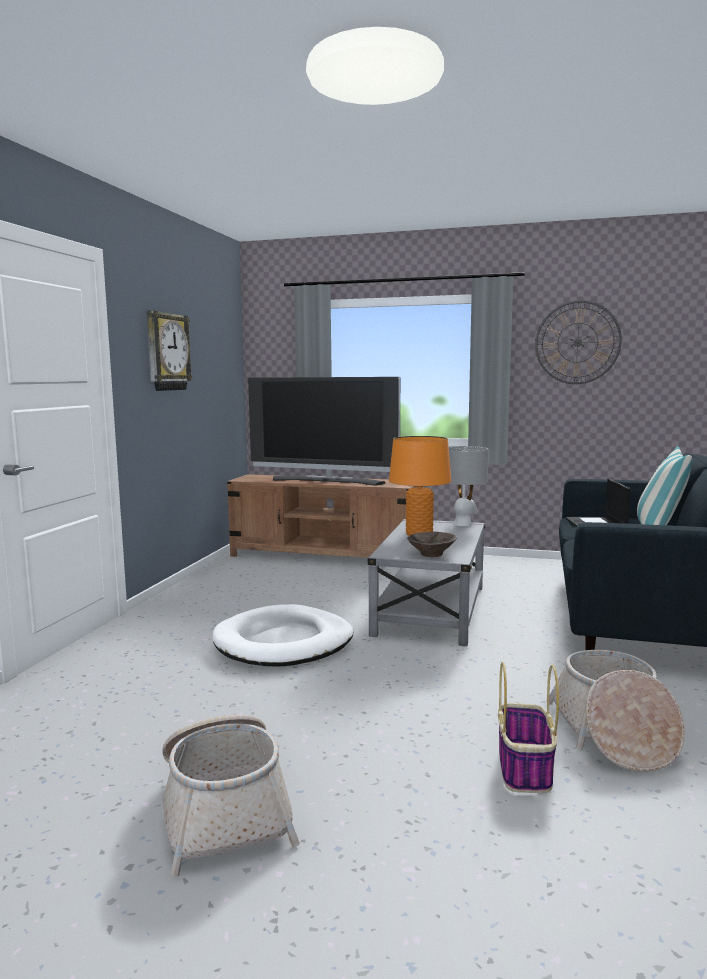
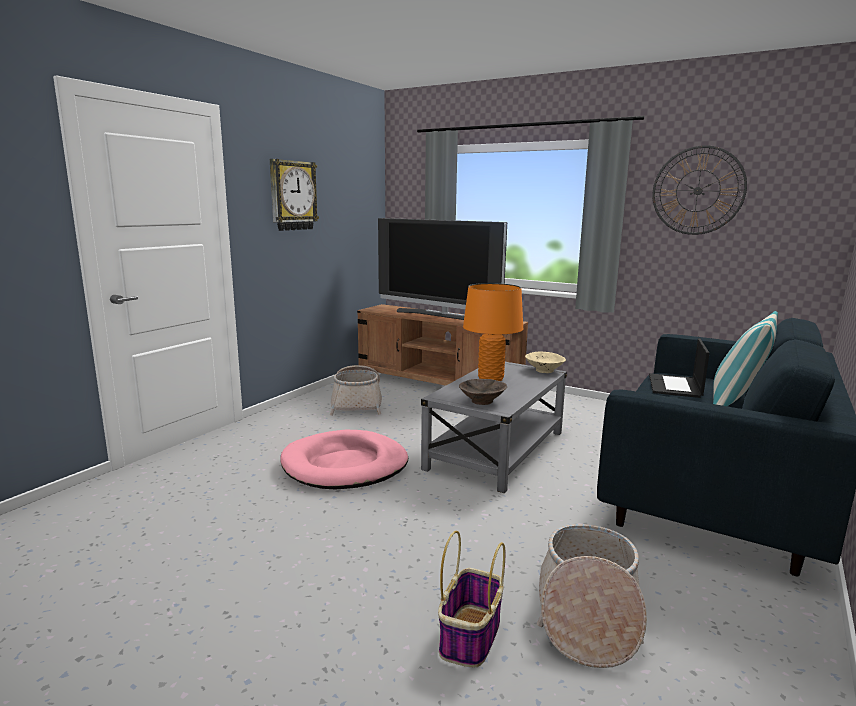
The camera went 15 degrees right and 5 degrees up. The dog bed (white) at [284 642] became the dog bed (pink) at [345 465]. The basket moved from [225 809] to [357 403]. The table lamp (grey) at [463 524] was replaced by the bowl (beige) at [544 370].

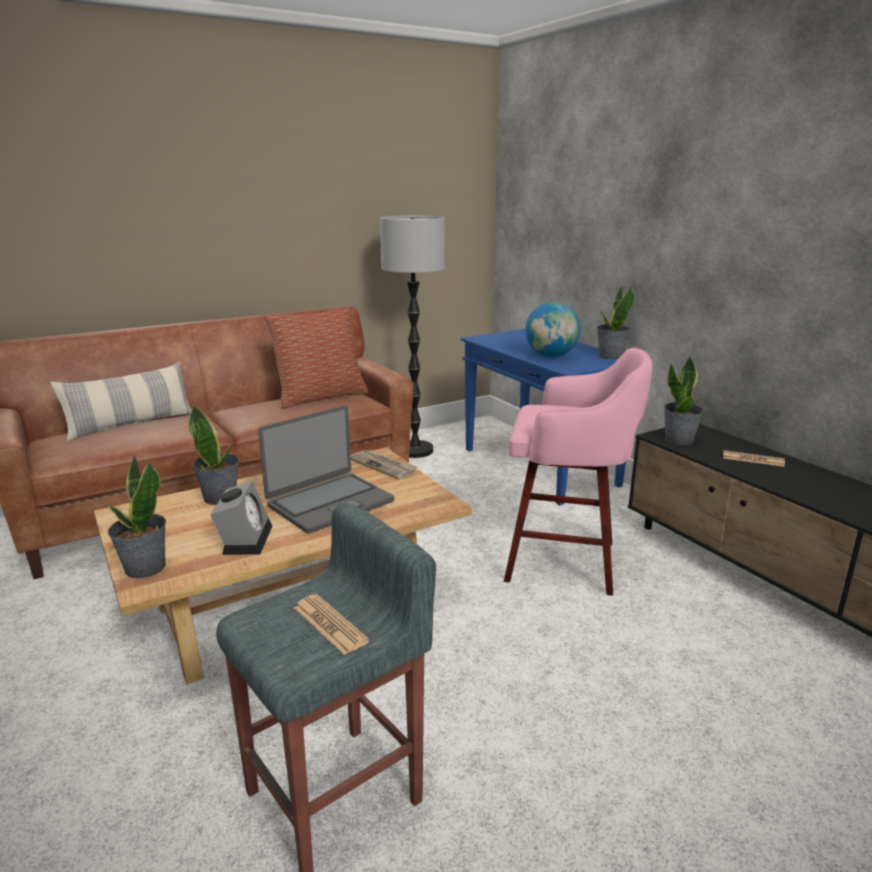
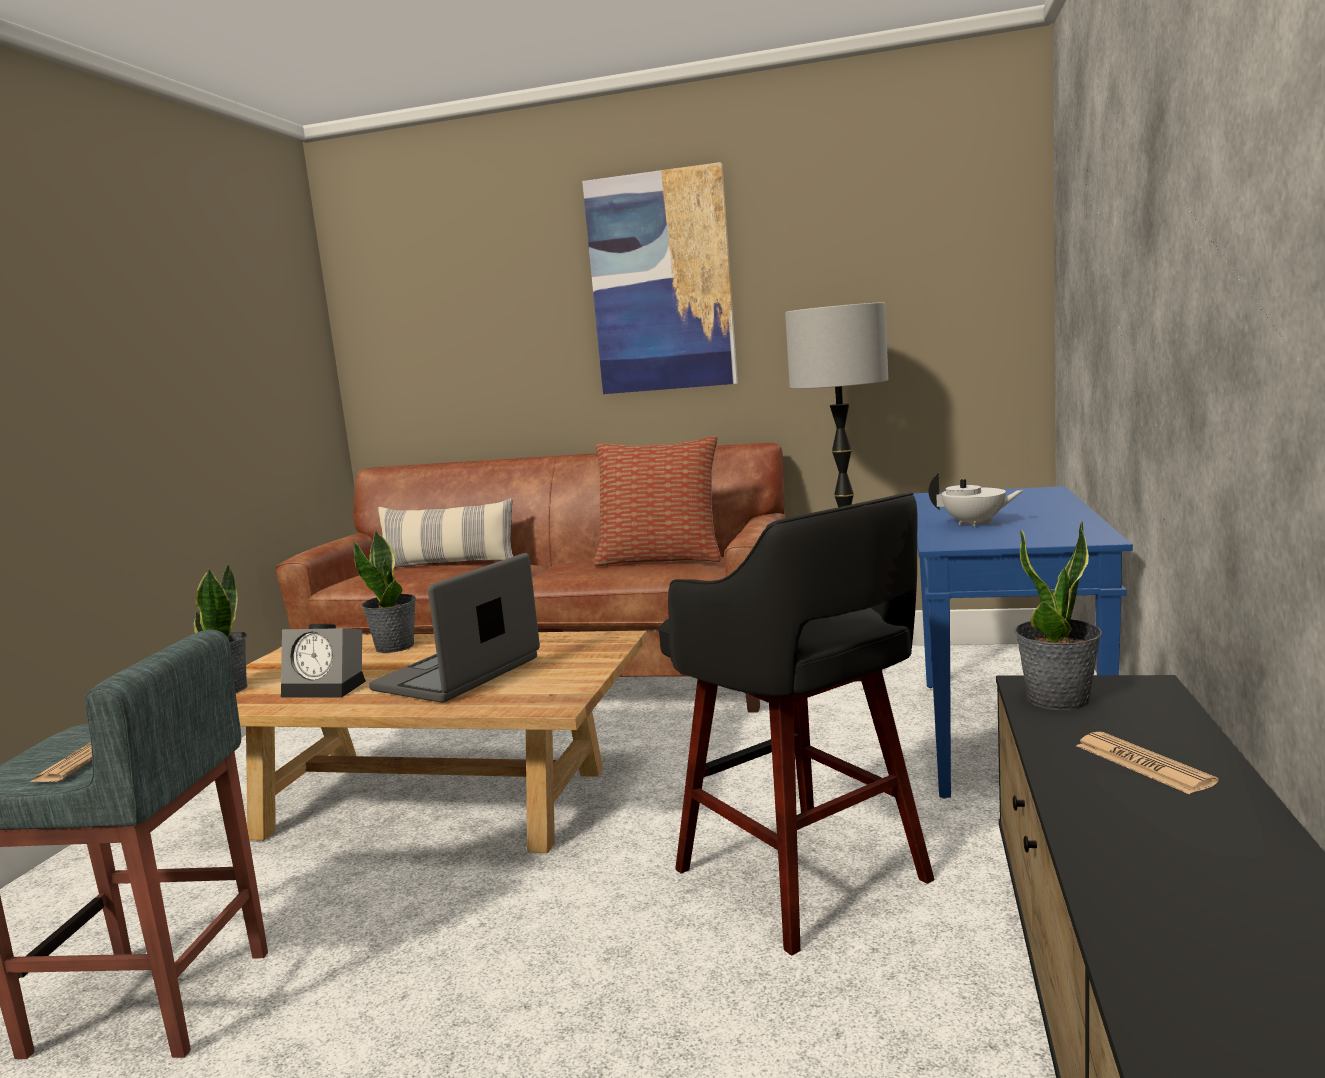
The camera went 45 degrees right and 10 degrees down. The alarm clock at [245 539] turned 60 degrees clockwise. The laptop at [329 503] turned 120 degrees clockwise. The picture at [661 283] appeared. The stool (pink) at [565 562] became the stool (black) at [806 879]. The globe at [551 356] was replaced by the teapot (white) at [975 524]. The newspaper at [383 466] disappeared. The potted plant at [610 356] disappeared.

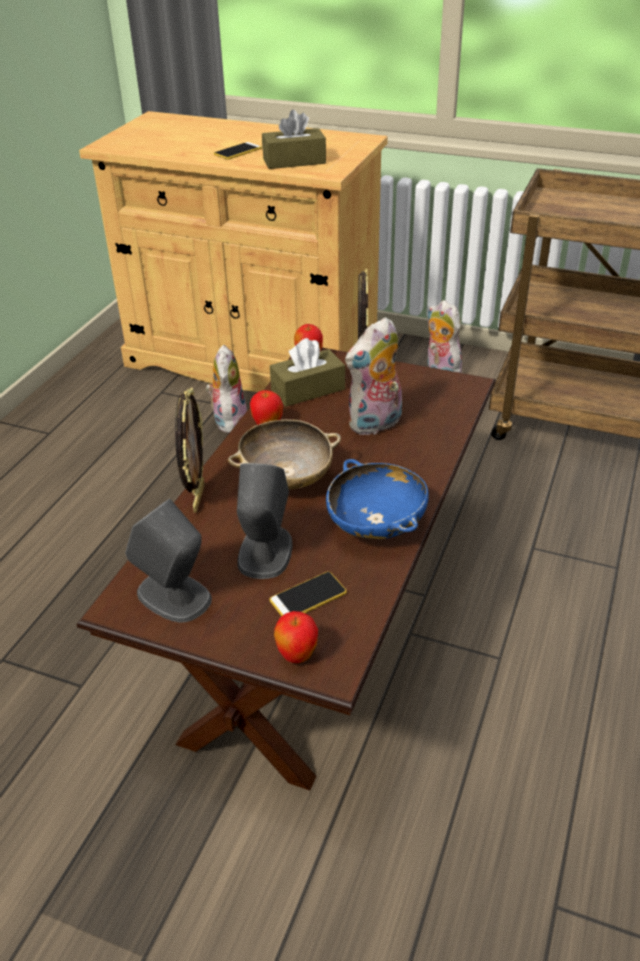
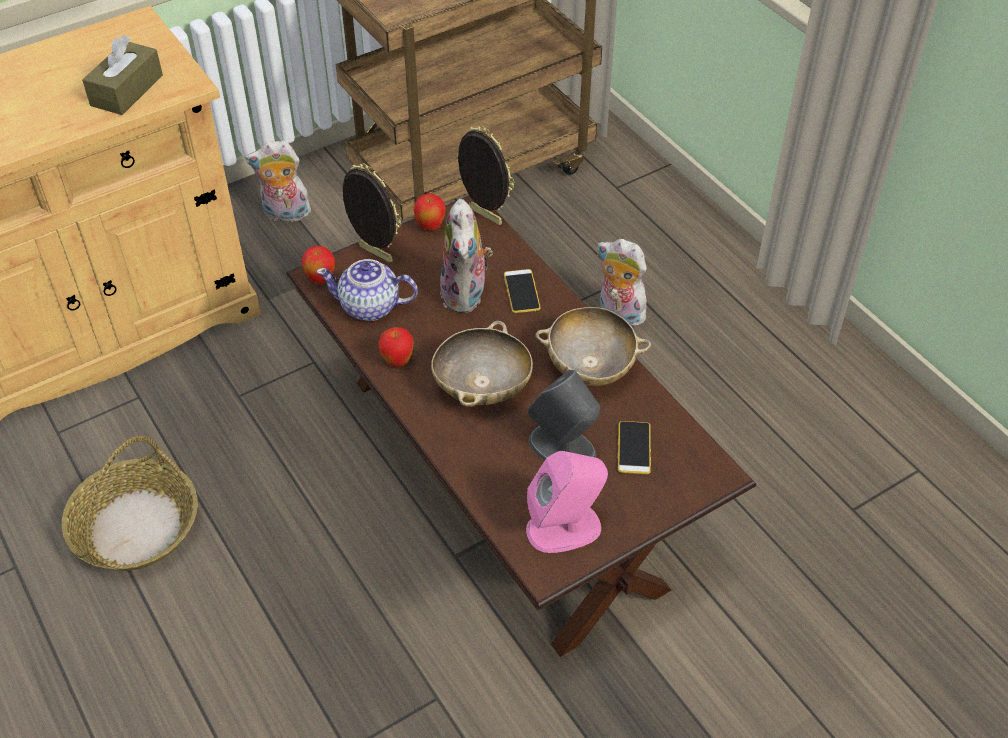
The camera went 55 degrees left and 10 degrees up. The basket at [136 526] appeared. The tissue box (brown) at [308 389] was replaced by the teapot at [370 307]. The apple moved from [297 656] to [430 227]. The picture frame moved from [197 498] to [484 217]. The phone moved from [237 151] to [521 292]. The speaker (grey) at [175 596] became the speaker (pink) at [564 528]. The bowl (blue) at [376 524] became the bowl (beige) at [590 366]. The plush toy moved from [228 420] to [618 314].

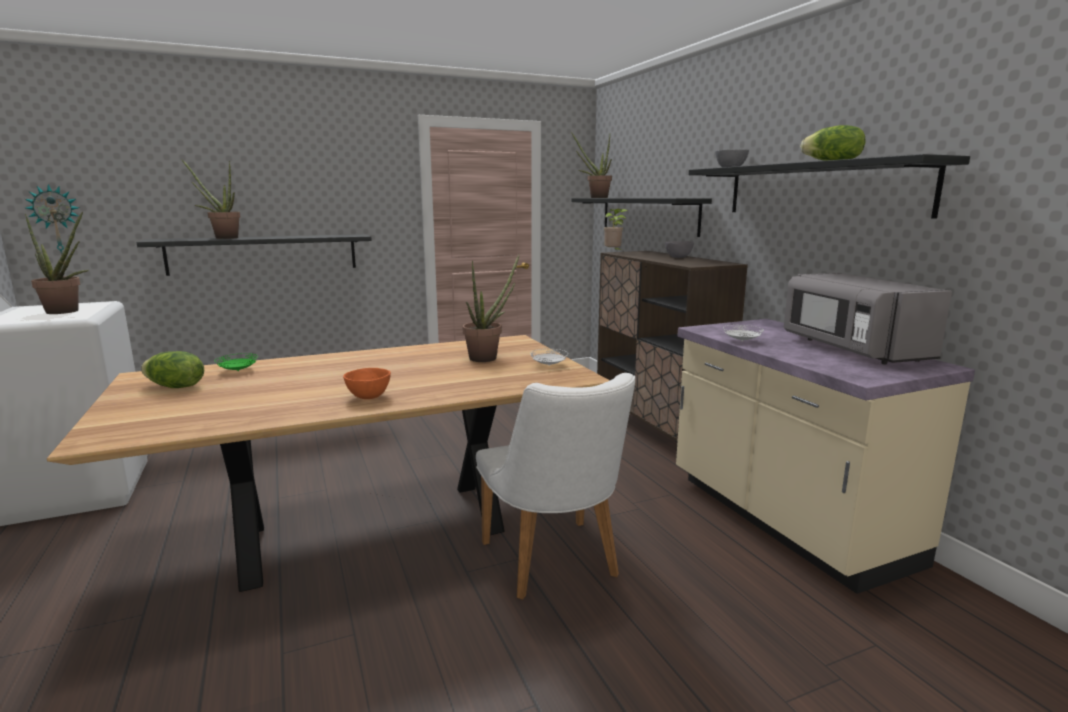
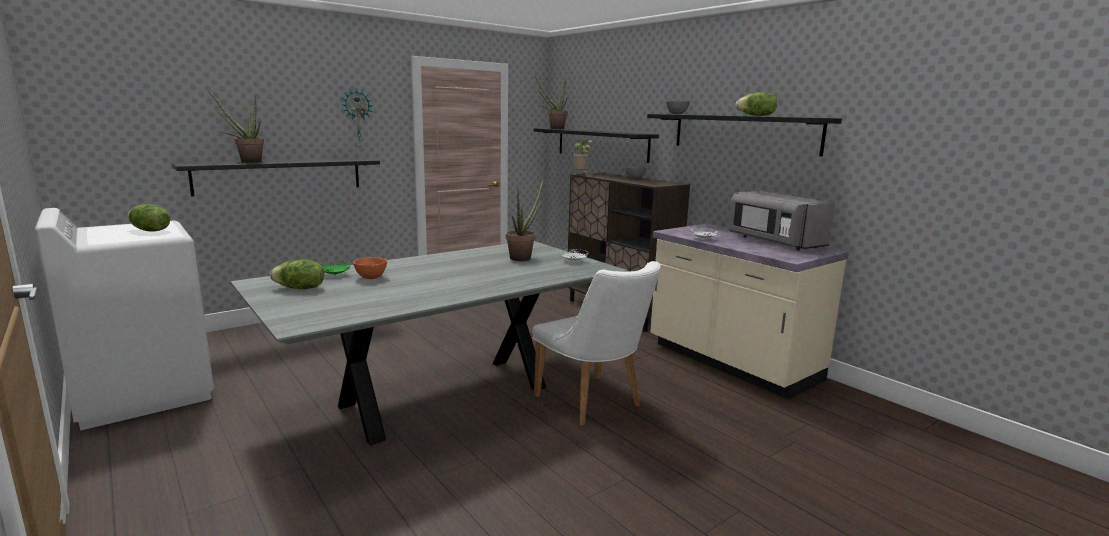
The camera went 15 degrees left and 0 degrees up. The potted plant at [67 312] was replaced by the lettuce at [149 231]. The dining table (brown) at [372 531] became the dining table (grey) at [445 397]. The wall clock moved from [57 226] to [357 118]. The bowl (orange) moved from [368 397] to [370 278].

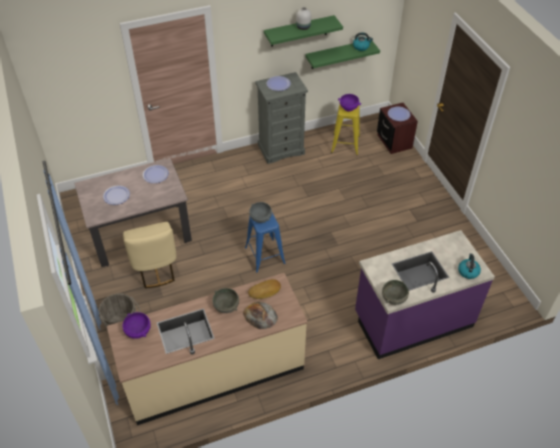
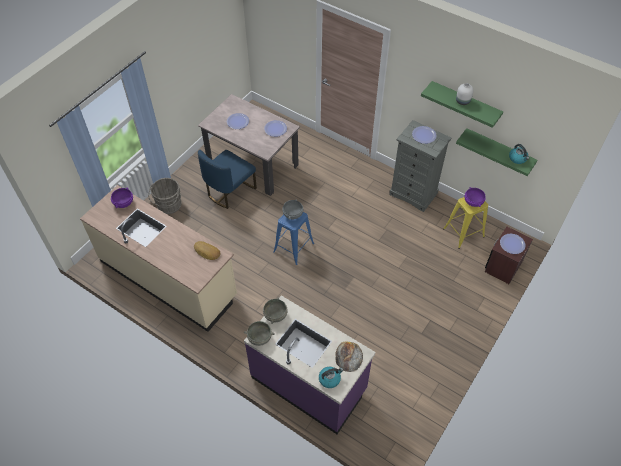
The camera went 55 degrees right and 5 degrees up. The chair (beige) at [155 268] became the chair (blue) at [230 191]. The bowl (grey) moved from [226 306] to [276 315]. The bread moved from [260 315] to [348 356].

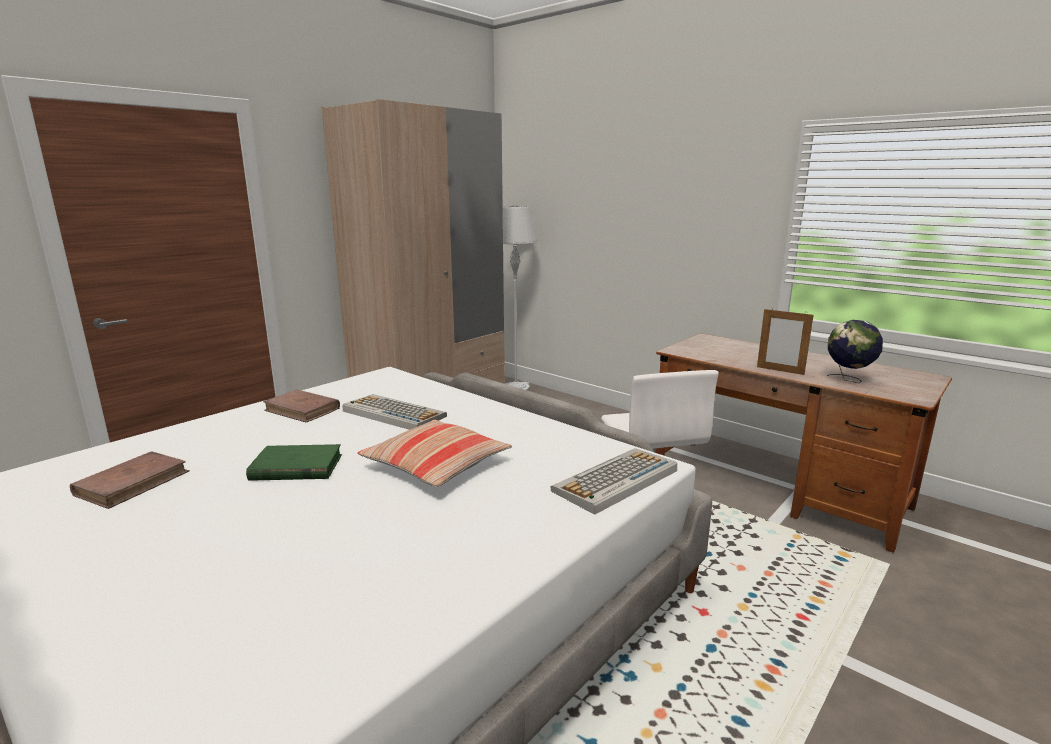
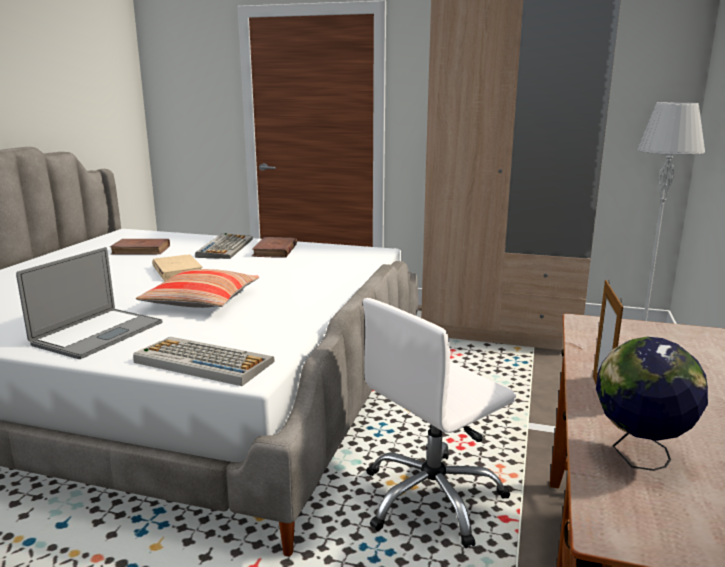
The camera went 65 degrees right and 0 degrees up. The laptop at [98 333] appeared. The book (green) at [296 467] became the book (beige) at [177 271]. The keyboard moved from [393 413] to [225 247].

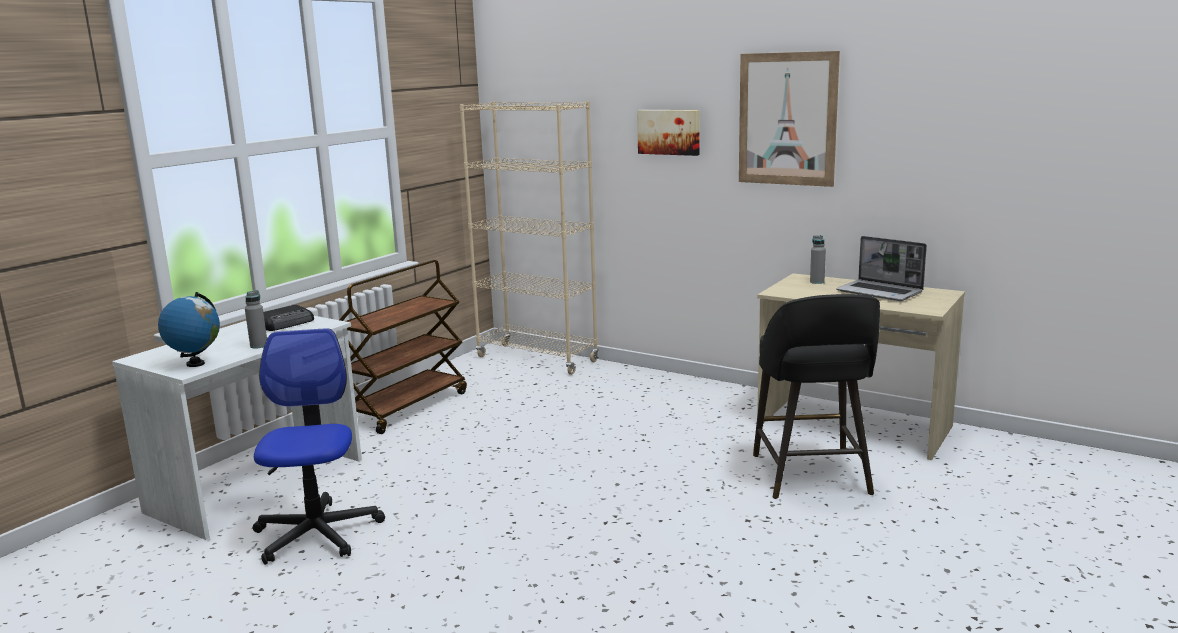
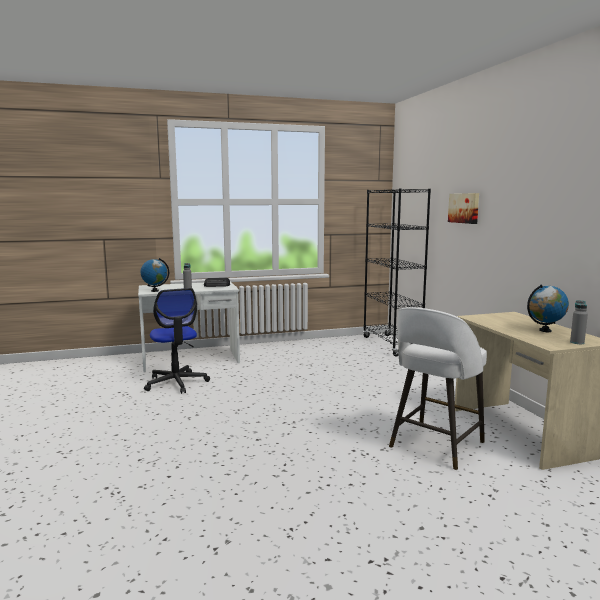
The camera went 40 degrees right and 5 degrees down. The office chair at [317 533] turned 120 degrees clockwise. The bookcase (beige) at [537 359] became the bookcase (black) at [391 345]. The stool (black) at [811 476] became the stool (white) at [435 445]. The laptop at [880 292] was replaced by the globe at [545 330]. The bottle (grey) moved from [817 282] to [577 342]. The cart (brown) at [407 407] disappeared. The picture at [787 119] disappeared.

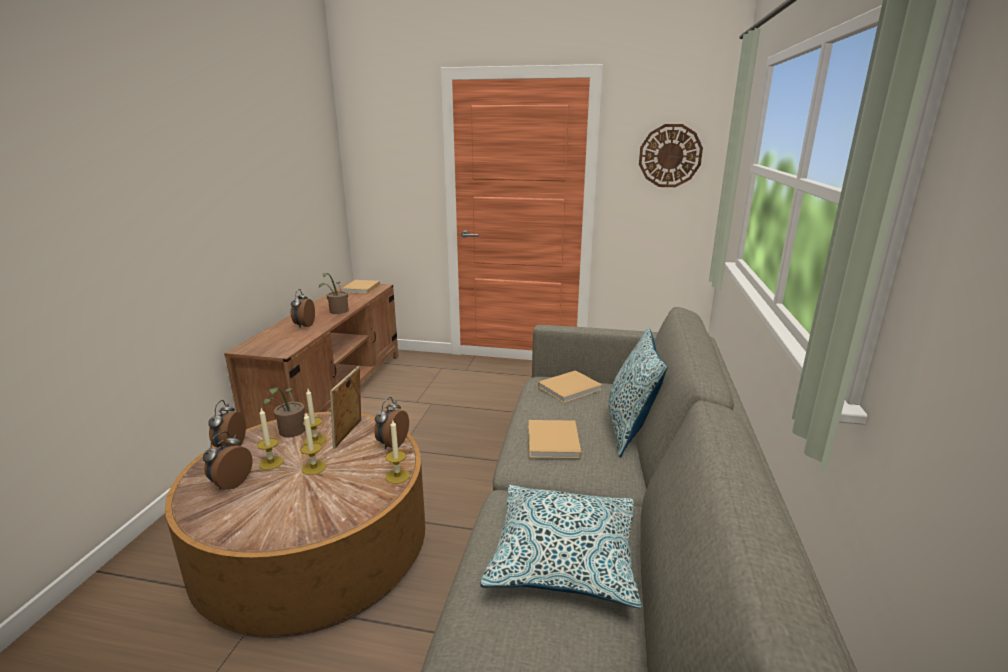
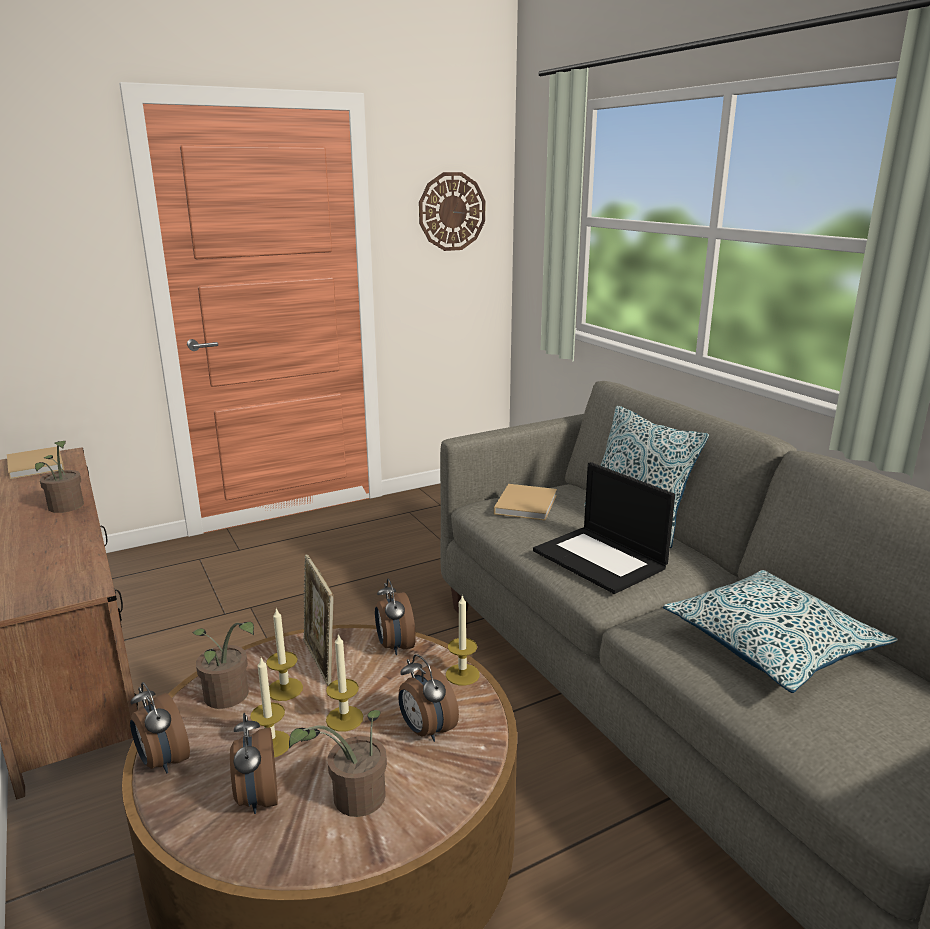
The camera went 40 degrees left and 0 degrees up. The potted plant at [352 800] appeared. The alarm clock moved from [304 326] to [426 730]. The book (beige) at [553 442] was replaced by the laptop at [601 559].

